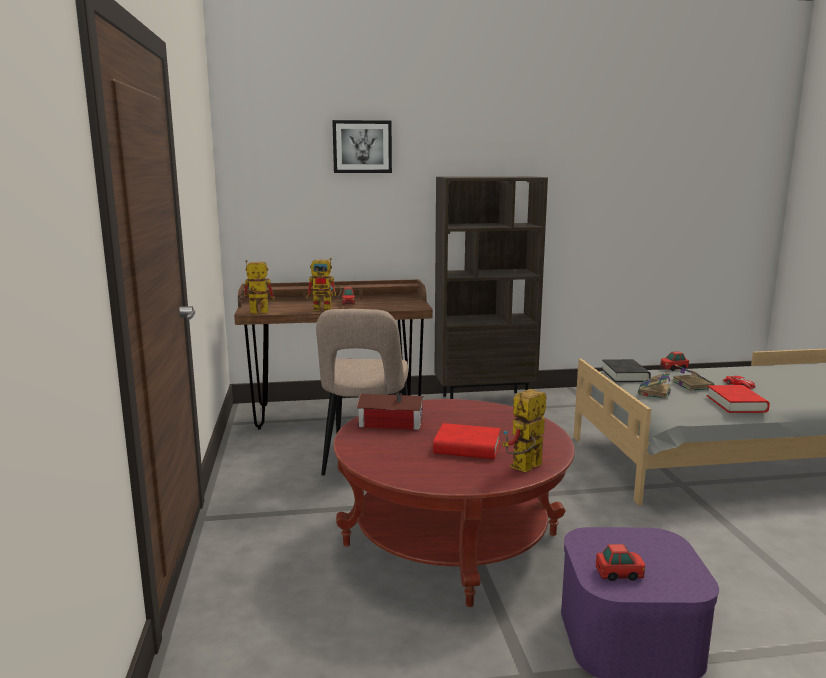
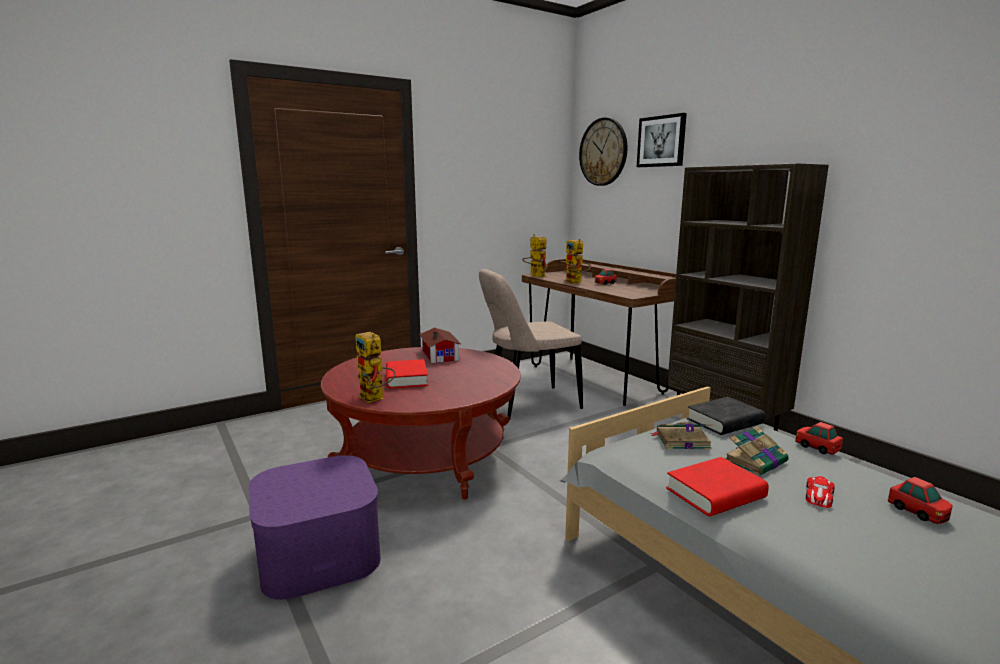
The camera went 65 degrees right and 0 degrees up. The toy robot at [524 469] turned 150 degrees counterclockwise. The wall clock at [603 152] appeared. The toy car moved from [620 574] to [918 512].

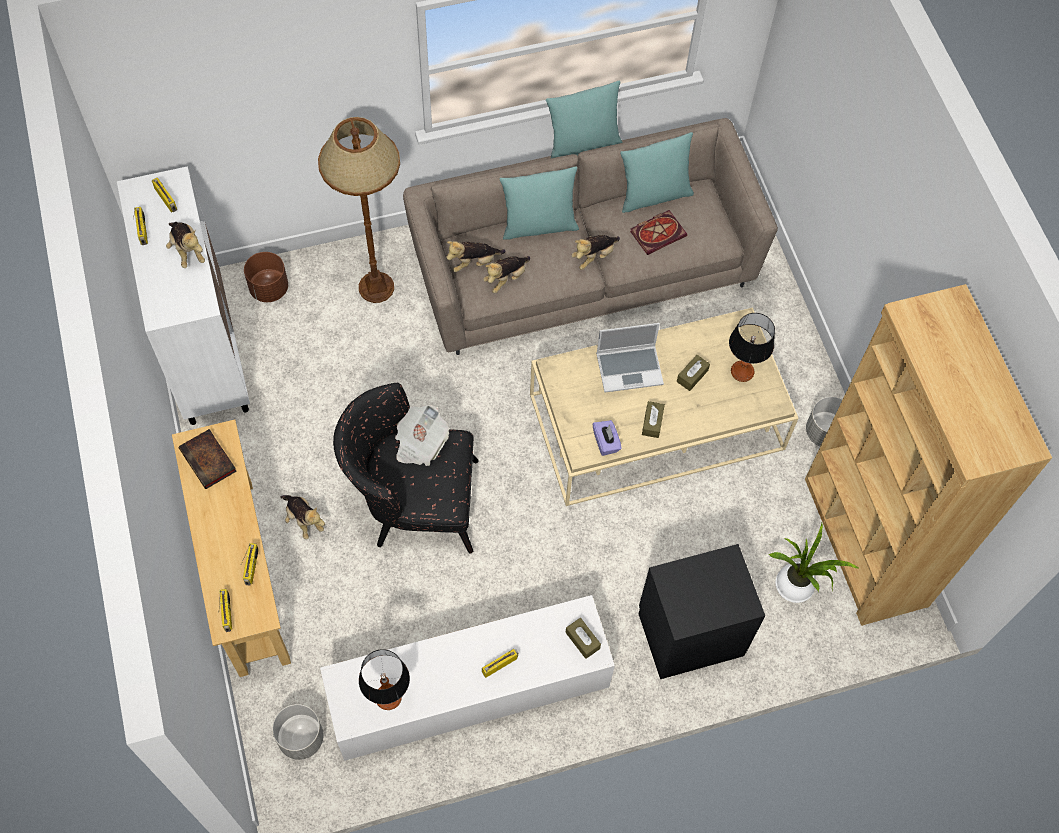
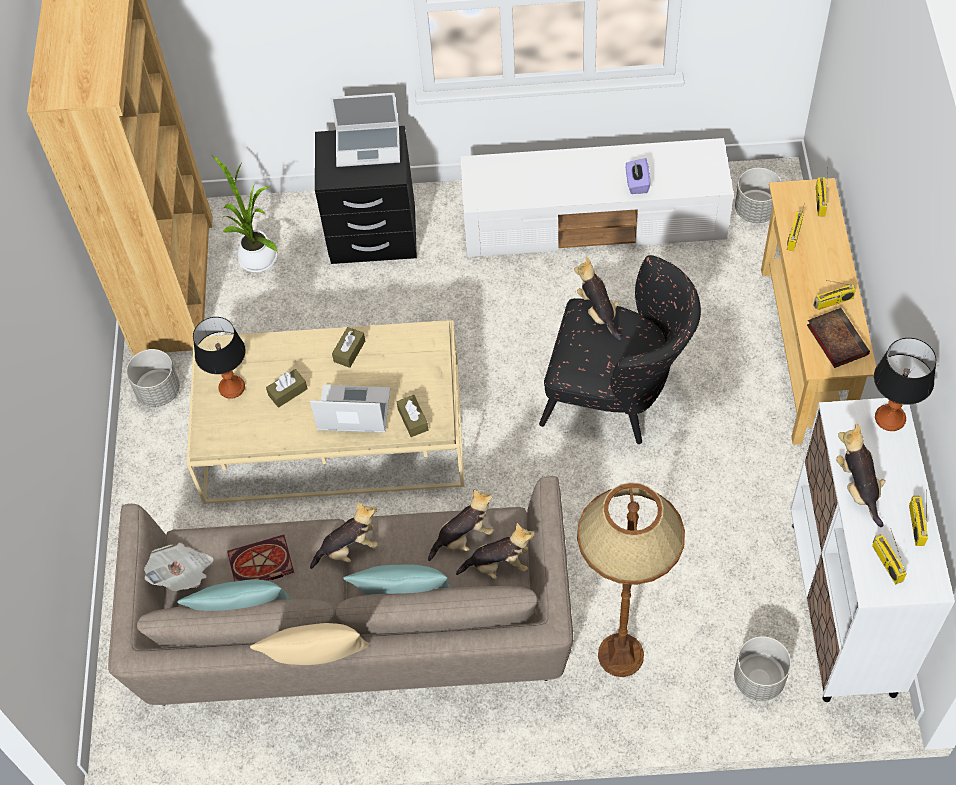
The camera went 160 degrees left and 5 degrees down. The newspaper moved from [420 443] to [182 574]. The pillow (turquoise) at [583 145] became the pillow (beige) at [318 662]. The laptop at [369 146] appeared. The tissue box (brown) moved from [582 640] to [413 419]. The plush toy moved from [303 520] to [598 312]. The tissue box (purple) moved from [606 442] to [637 183]. The planter (brown) at [269 289] became the planter (grey) at [758 678]. The radio moved from [500 664] to [833 302]. The table lamp moved from [388 697] to [890 418].

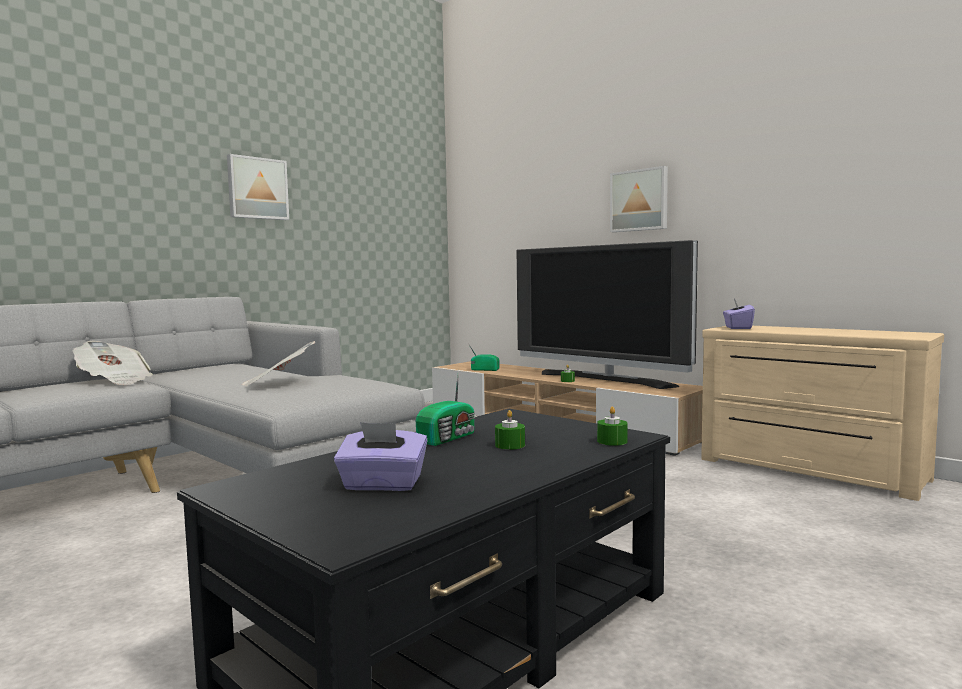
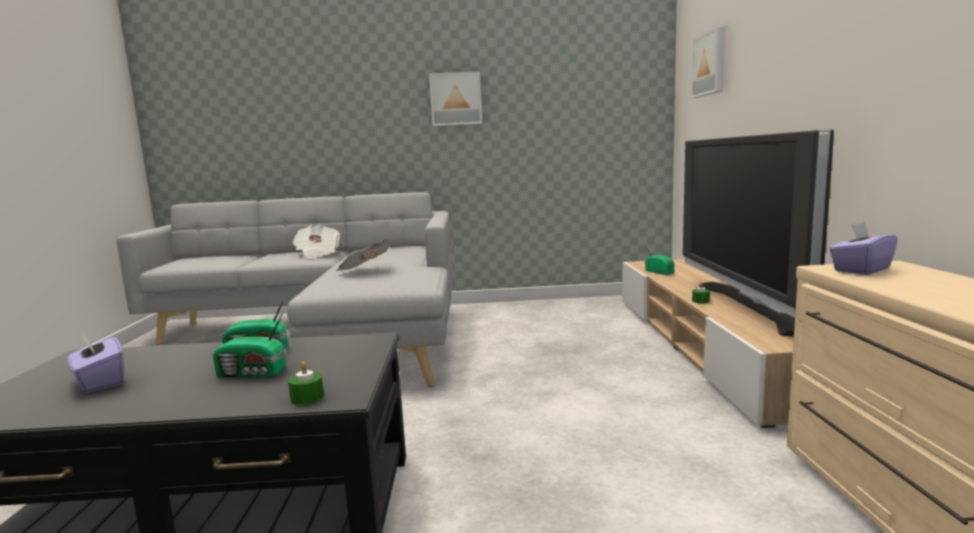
The camera went 45 degrees right and 5 degrees up. The candle (green) at [510 445] was replaced by the radio at [253 373]. The picture moved from [639 200] to [710 64].

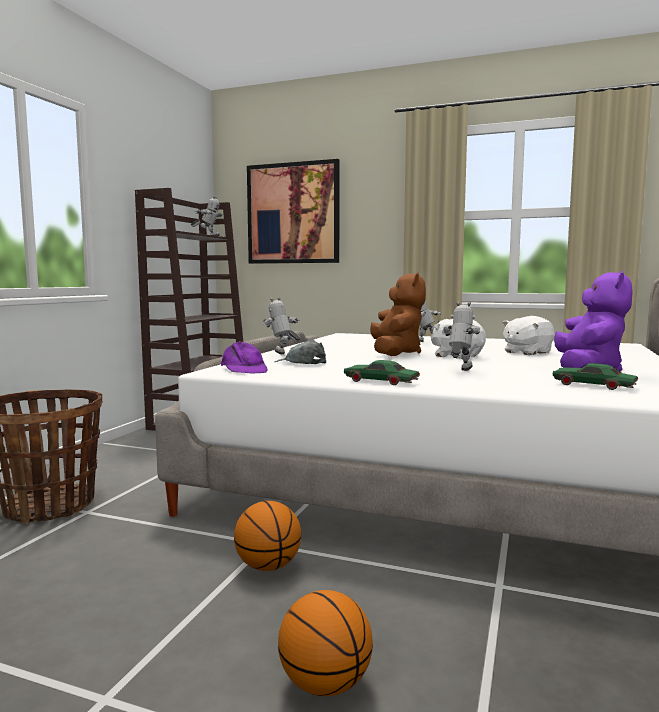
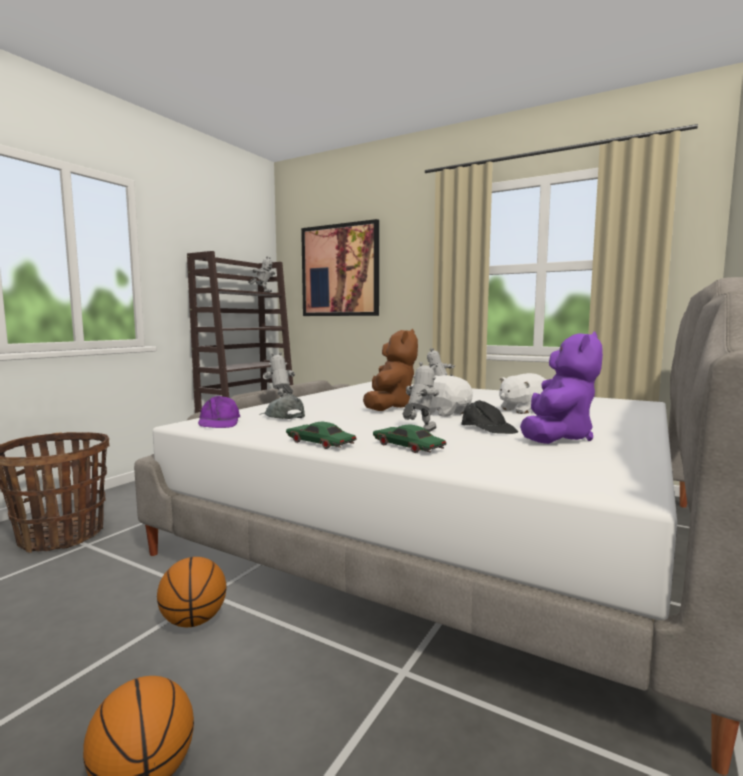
The camera went 10 degrees right and 0 degrees up. The toy car (green) moved from [593 385] to [408 447]. The cap (black) at [488 428] appeared.

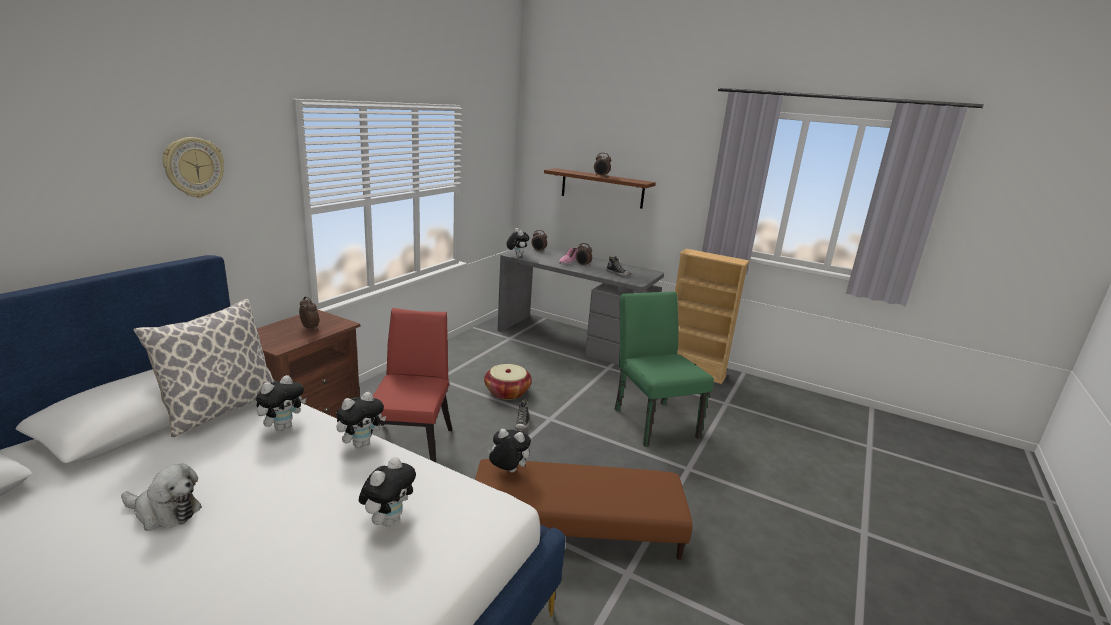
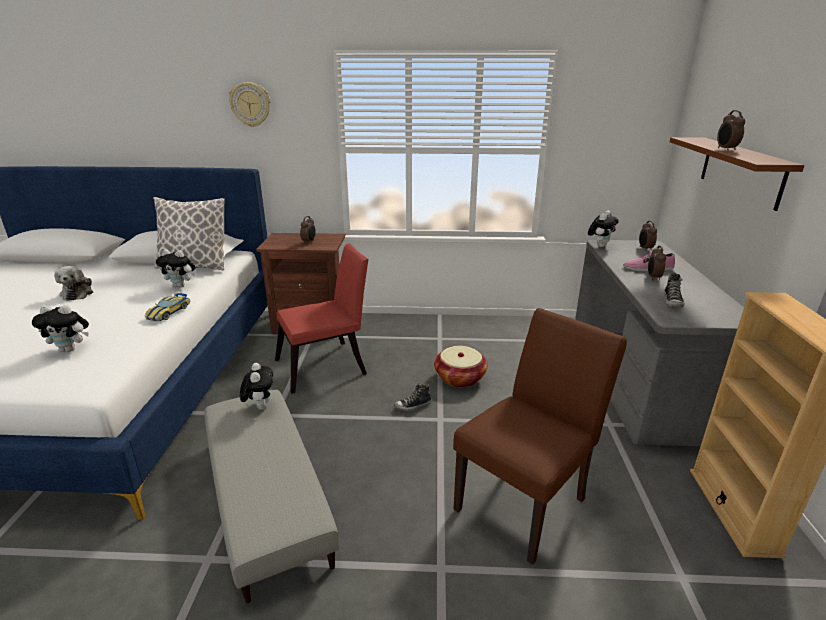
The camera went 65 degrees right and 5 degrees up. The plush toy at [361 443] was replaced by the toy car at [169 312]. The ottoman (brown) at [576 527] became the ottoman (grey) at [266 496]. The chair (green) at [652 419] became the chair (brown) at [527 499].

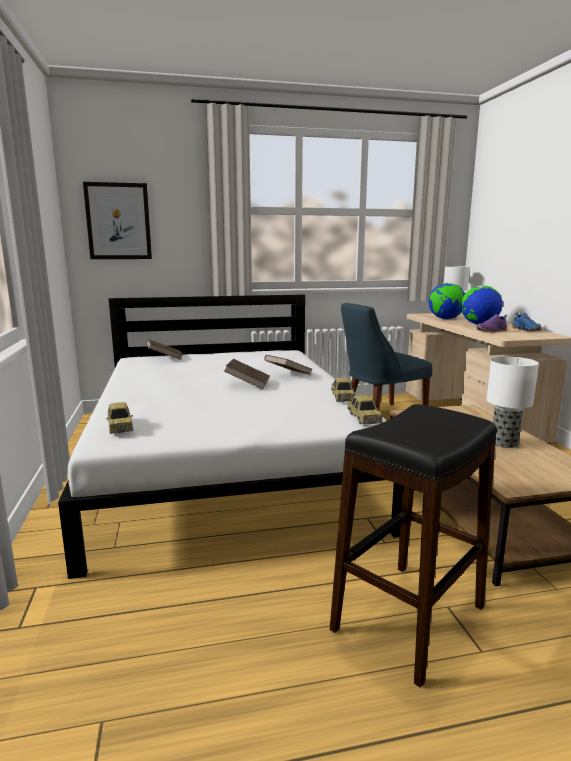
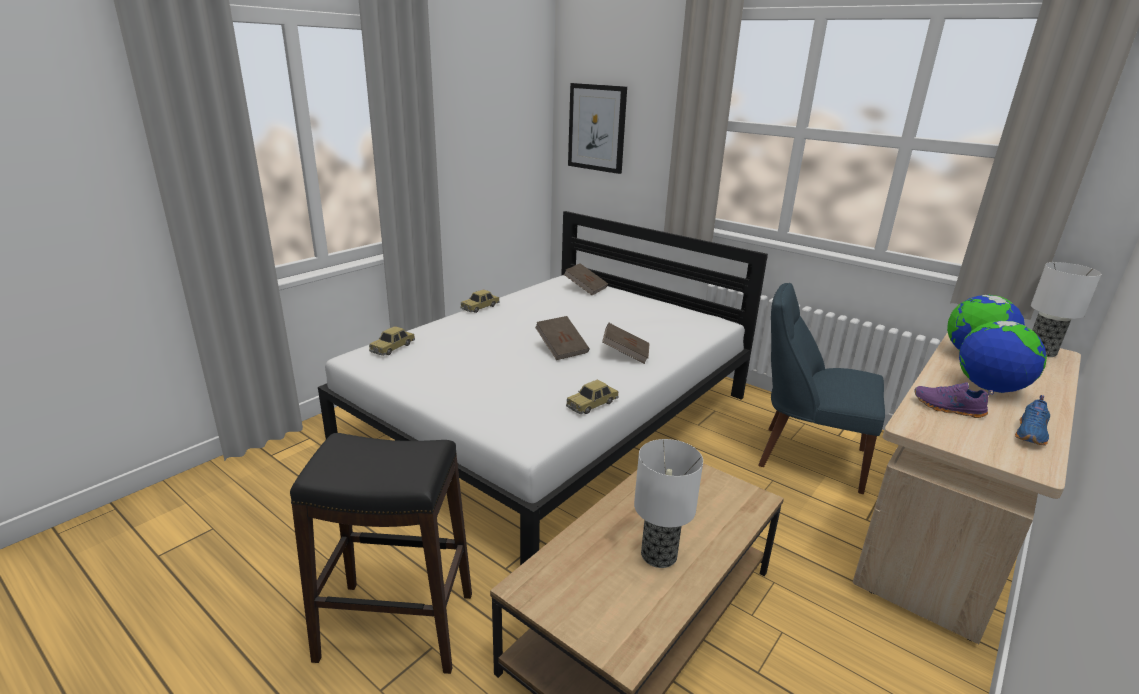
The camera went 50 degrees right and 10 degrees up. The toy car moved from [363 418] to [480 307].

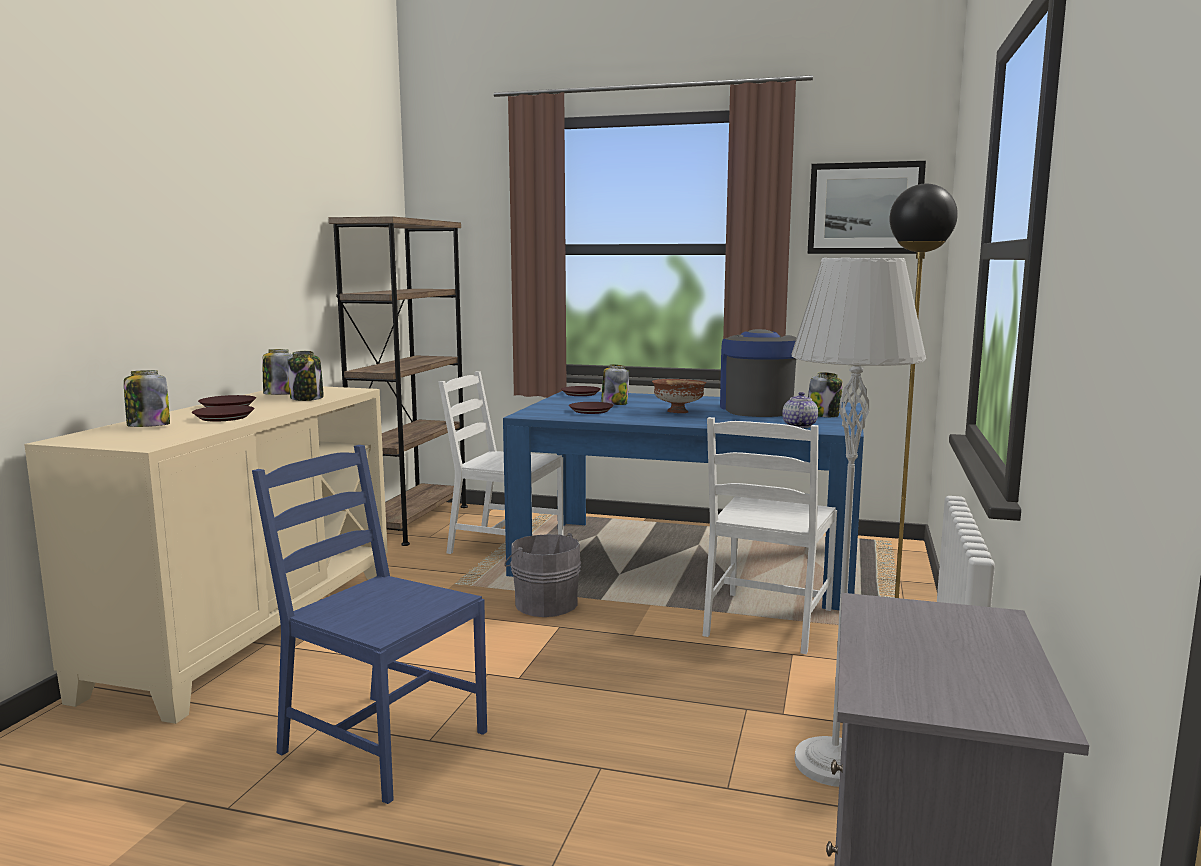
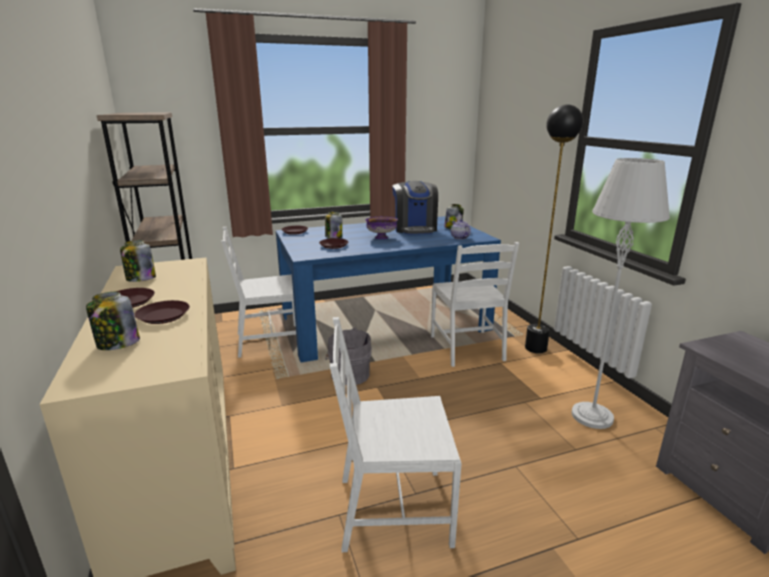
The camera went 35 degrees left and 10 degrees up. The chair (blue) at [380 743] became the chair (white) at [392 510]. The bowl (brown) at [678 411] became the bowl (purple) at [381 237]. The coffee machine at [756 409] turned 150 degrees counterclockwise. The jar at [307 398] disappeared. The picture at [865 208] disappeared.

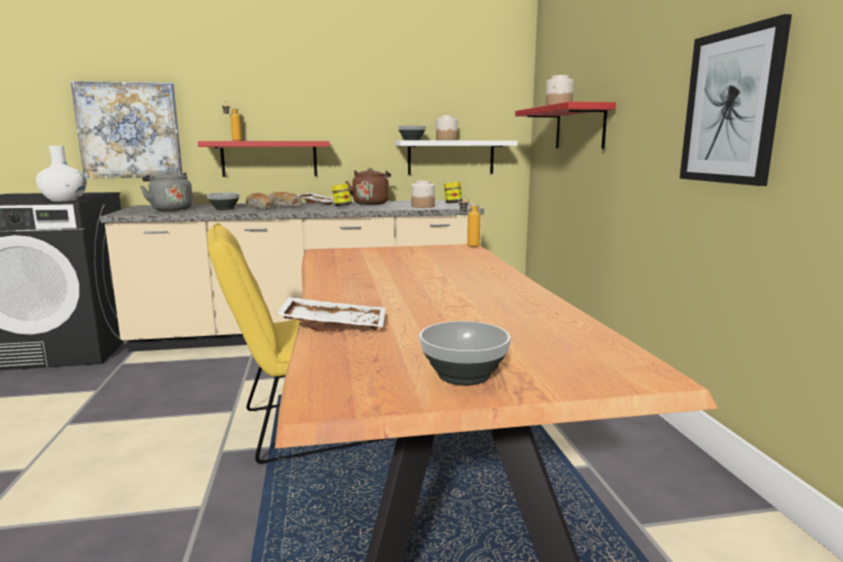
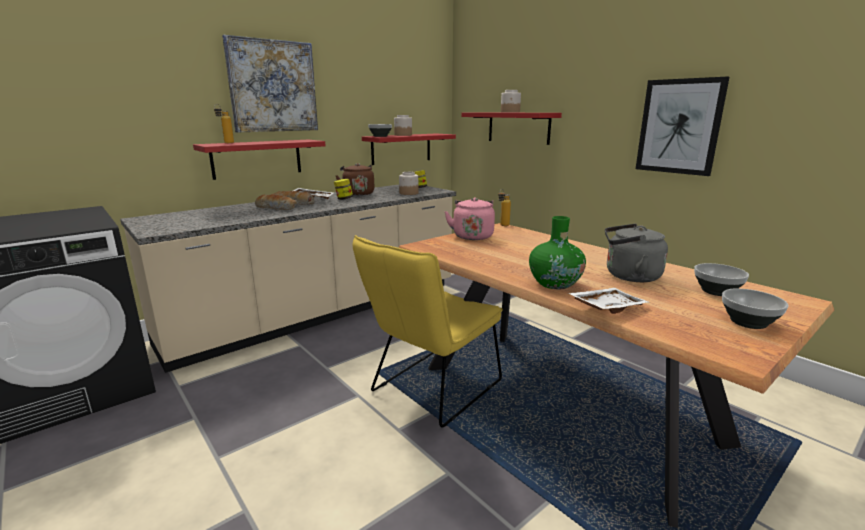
The camera went 30 degrees left and 5 degrees up. The picture moved from [129 131] to [273 86]. The shelf (white) at [451 157] became the shelf (red) at [401 148]. The kettle (pink) at [472 236] appeared. The vase (green) at [554 284] appeared. The kettle (grey) moved from [170 209] to [629 276]. The bowl moved from [224 208] to [715 291]. The vase (white) at [64 200] disappeared.

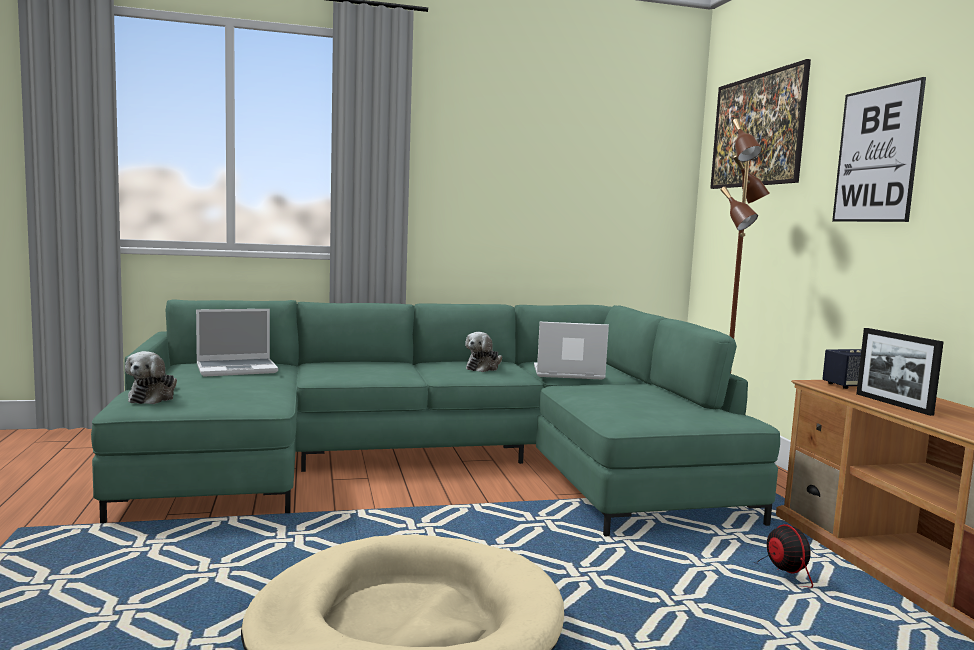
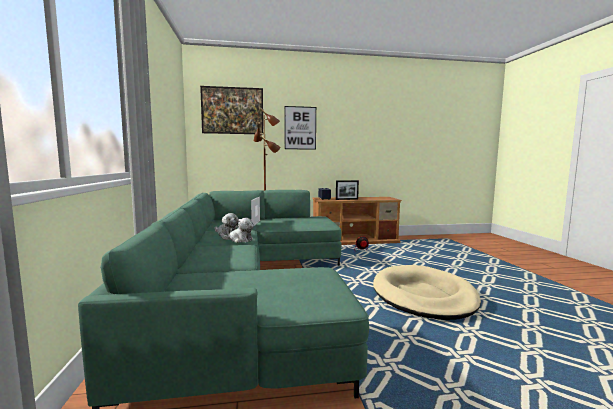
The camera went 85 degrees left and 0 degrees up. The plush toy moved from [153 397] to [239 240]. The laptop at [238 369] disappeared.

